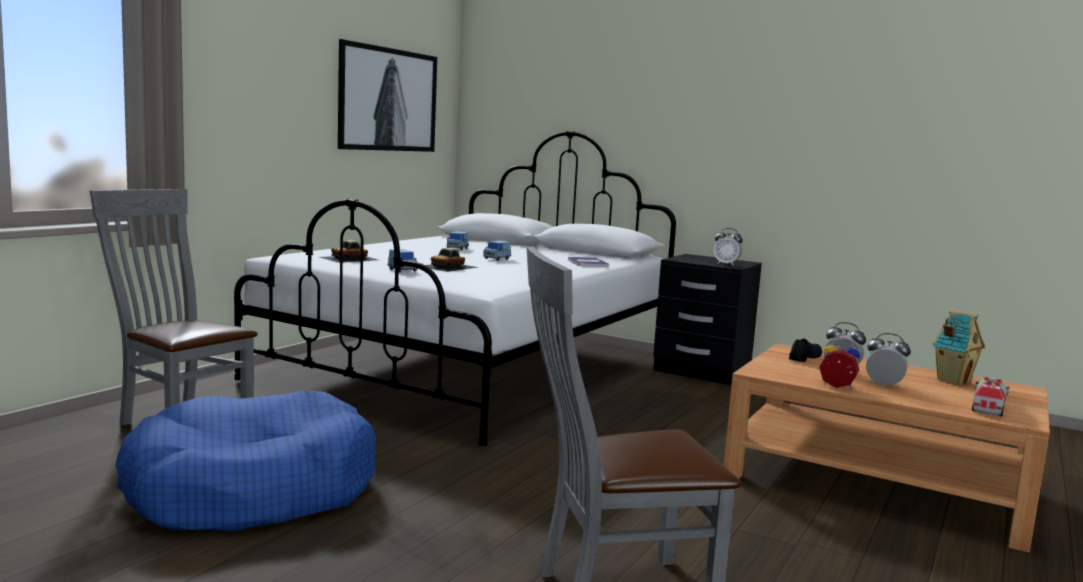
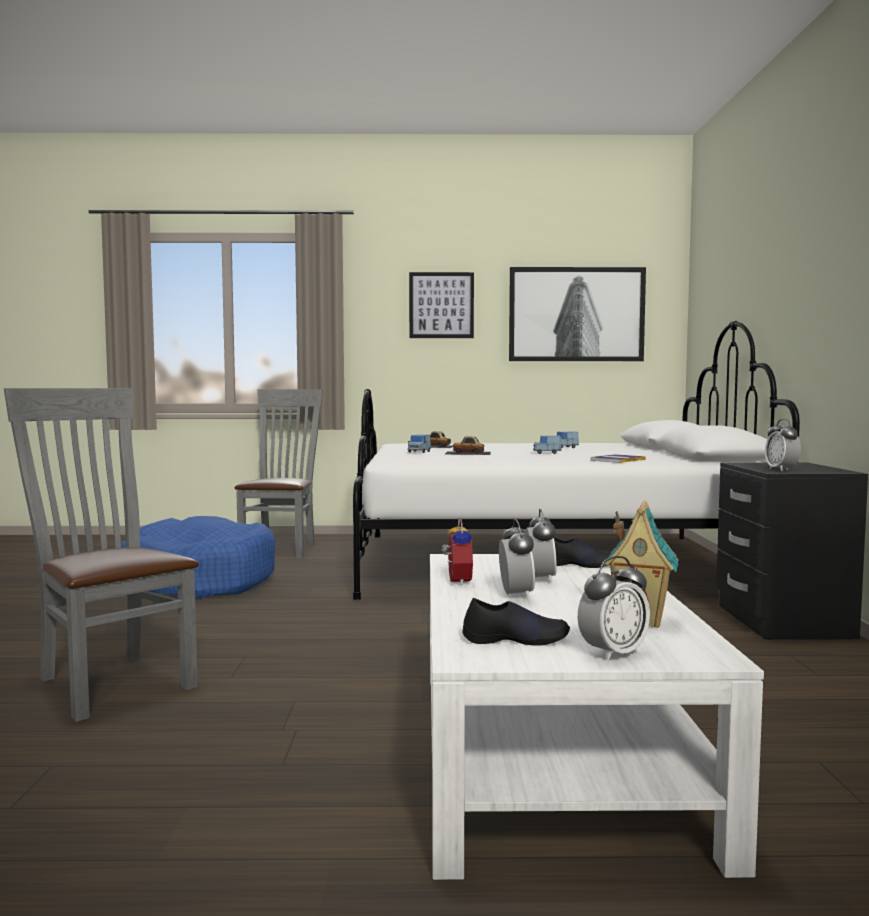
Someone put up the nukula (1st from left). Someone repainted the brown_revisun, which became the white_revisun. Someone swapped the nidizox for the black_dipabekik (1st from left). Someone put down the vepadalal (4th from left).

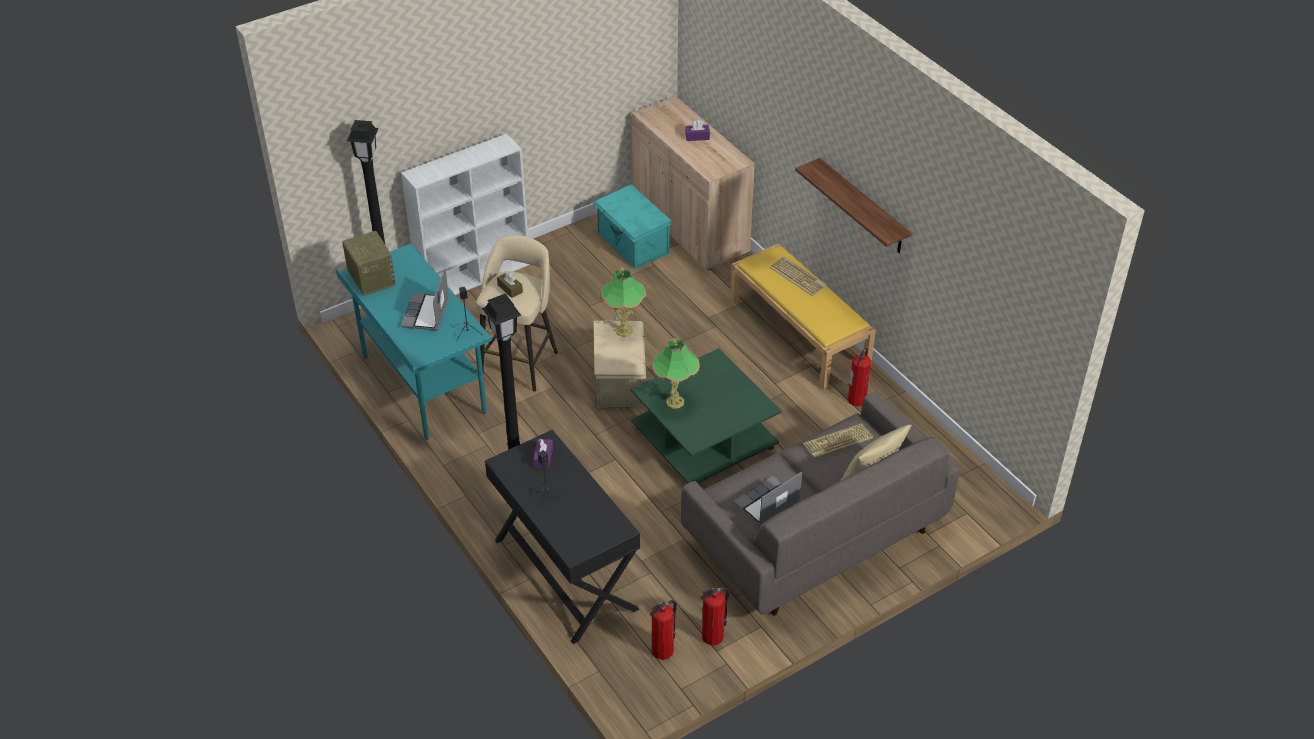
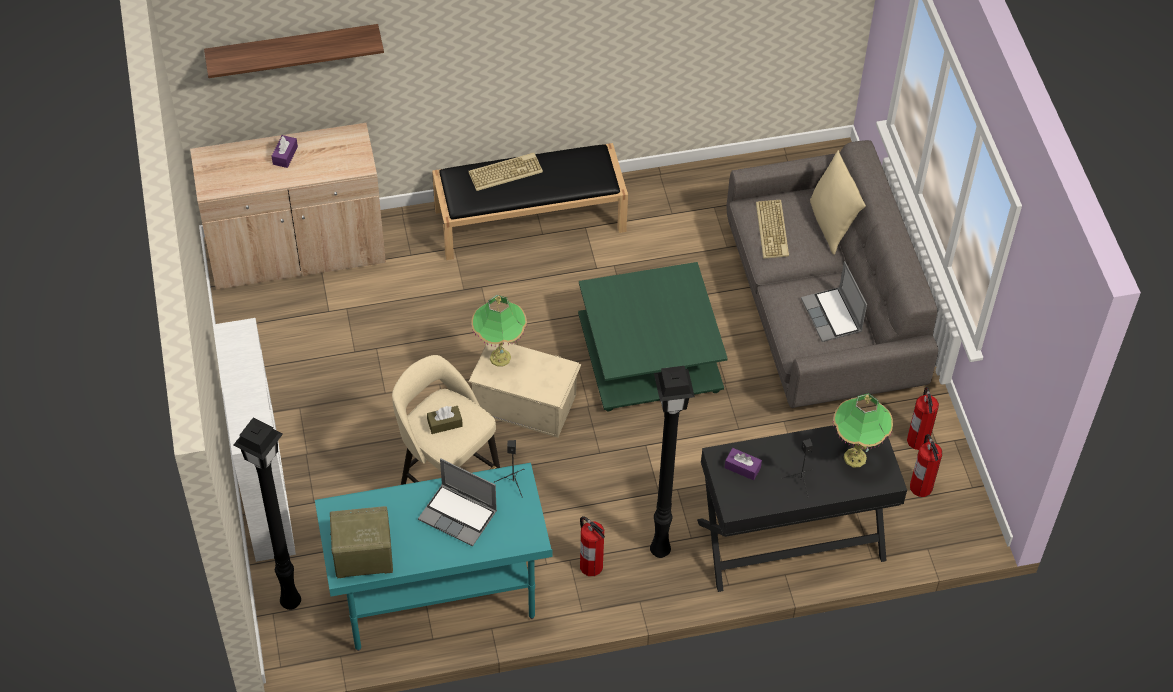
Someone carried the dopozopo. Someone repainted the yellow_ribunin, which became the black_ribunin. Someone carried the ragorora (3rd from left in the first image). Someone carried the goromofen (2nd from left). Someone took away the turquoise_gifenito.

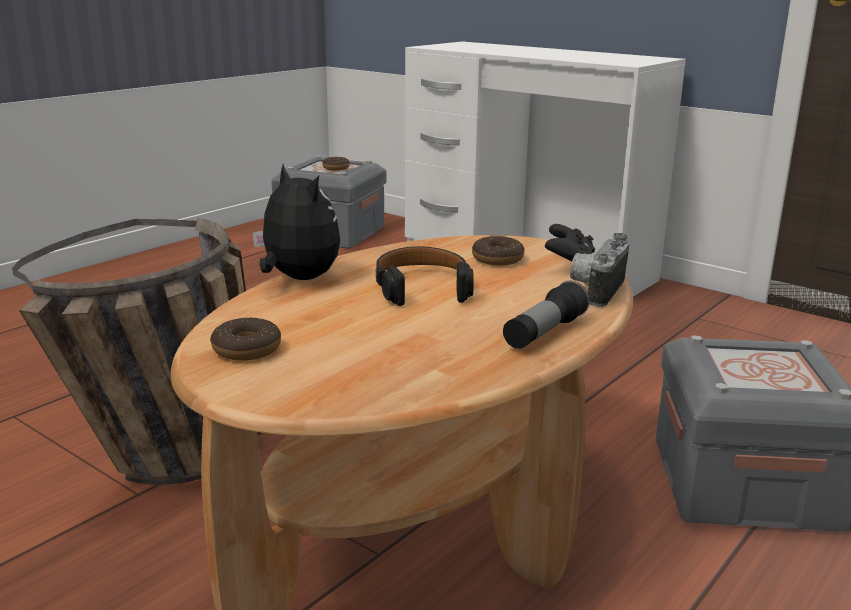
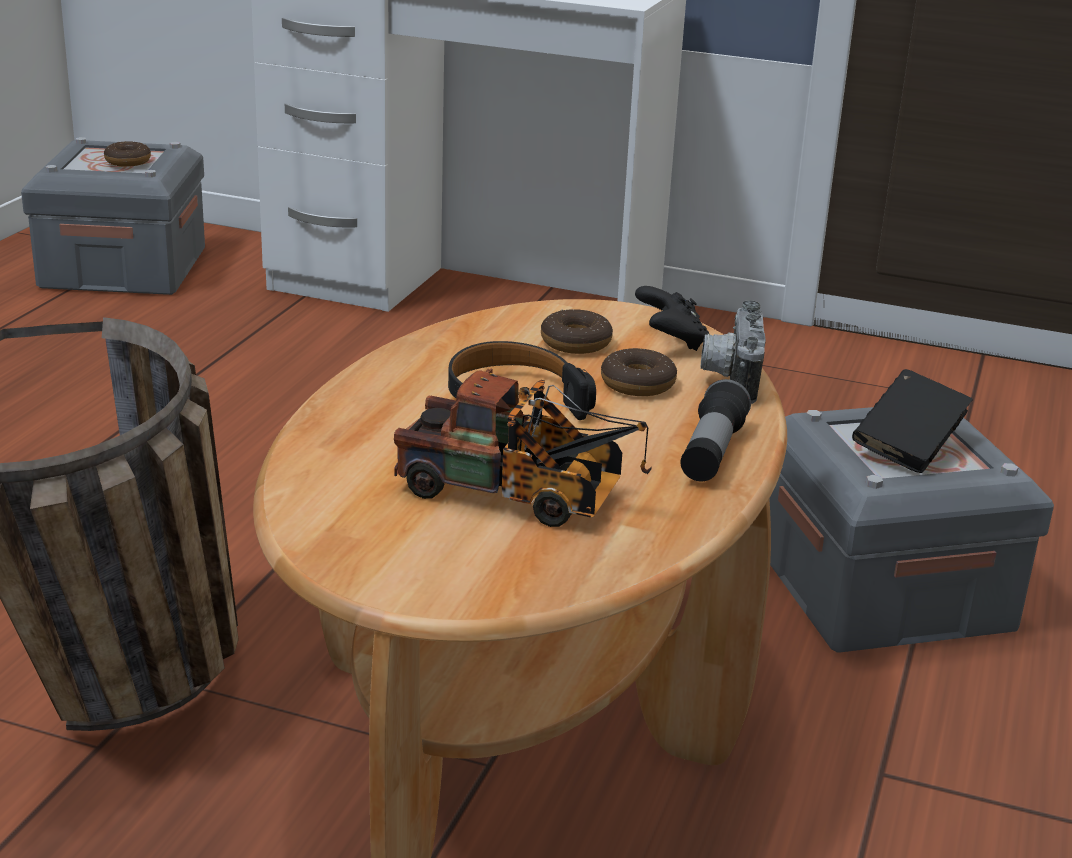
Someone put down the nidizox. Someone carried the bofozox (1st from left in the first image). Someone put down the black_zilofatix. Someone took away the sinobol.

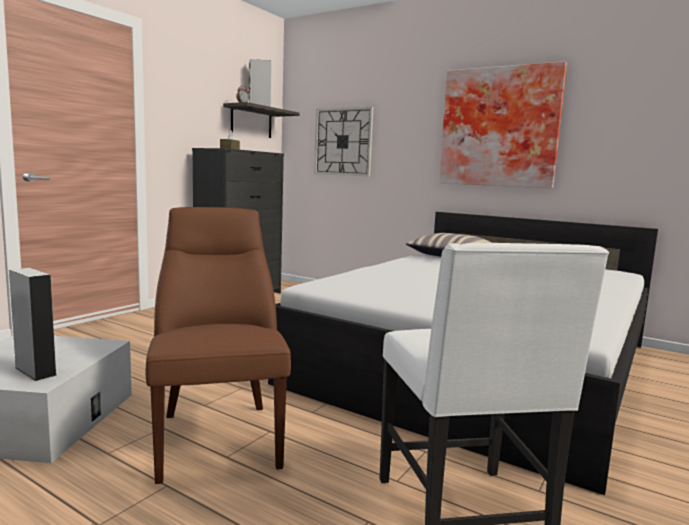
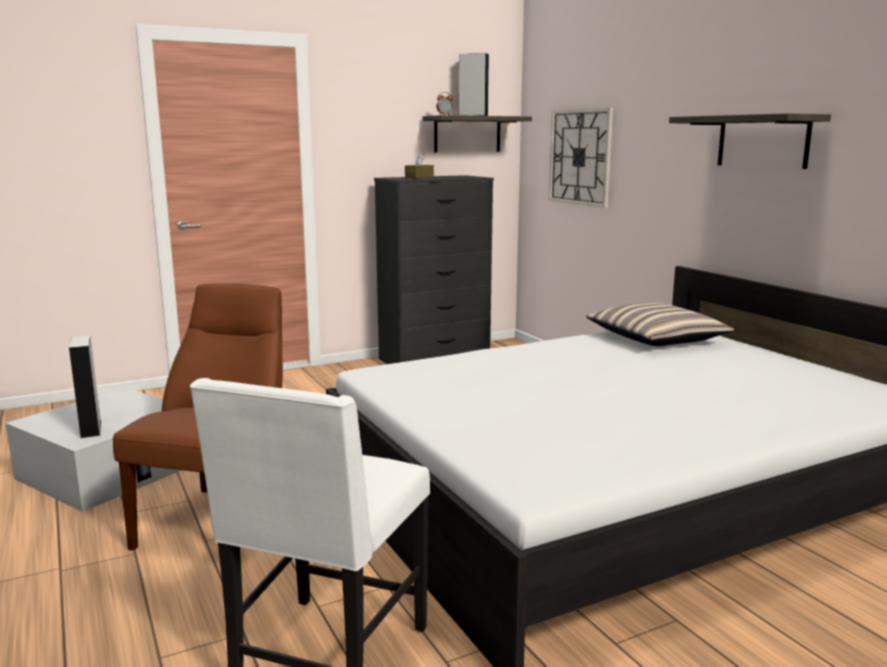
Someone swapped the nukula for the dopozopo (2nd from left).

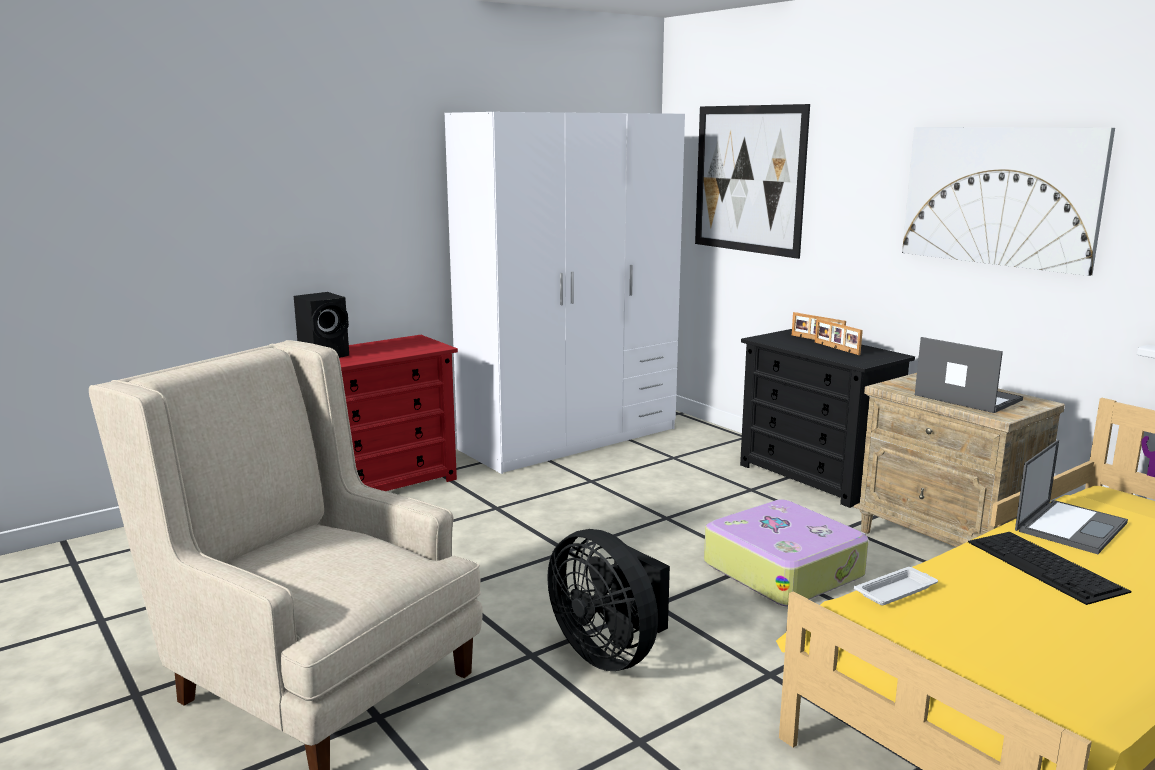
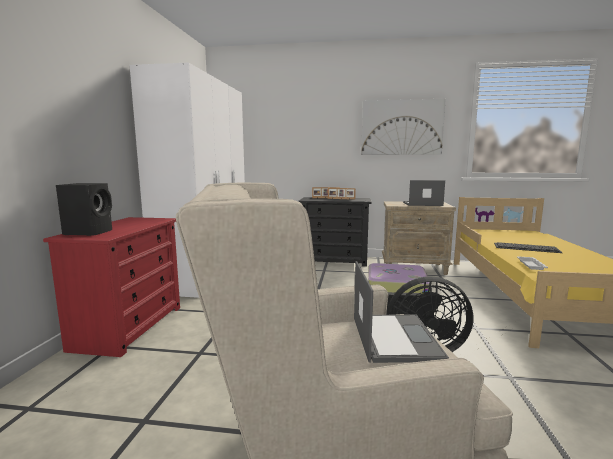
Someone carried the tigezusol (2nd from left in the first image). Someone took away the nukula (1st from left).

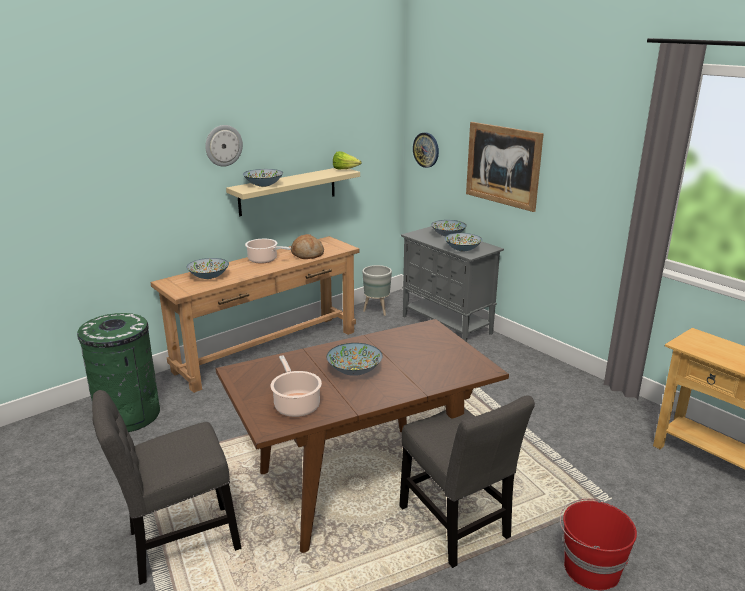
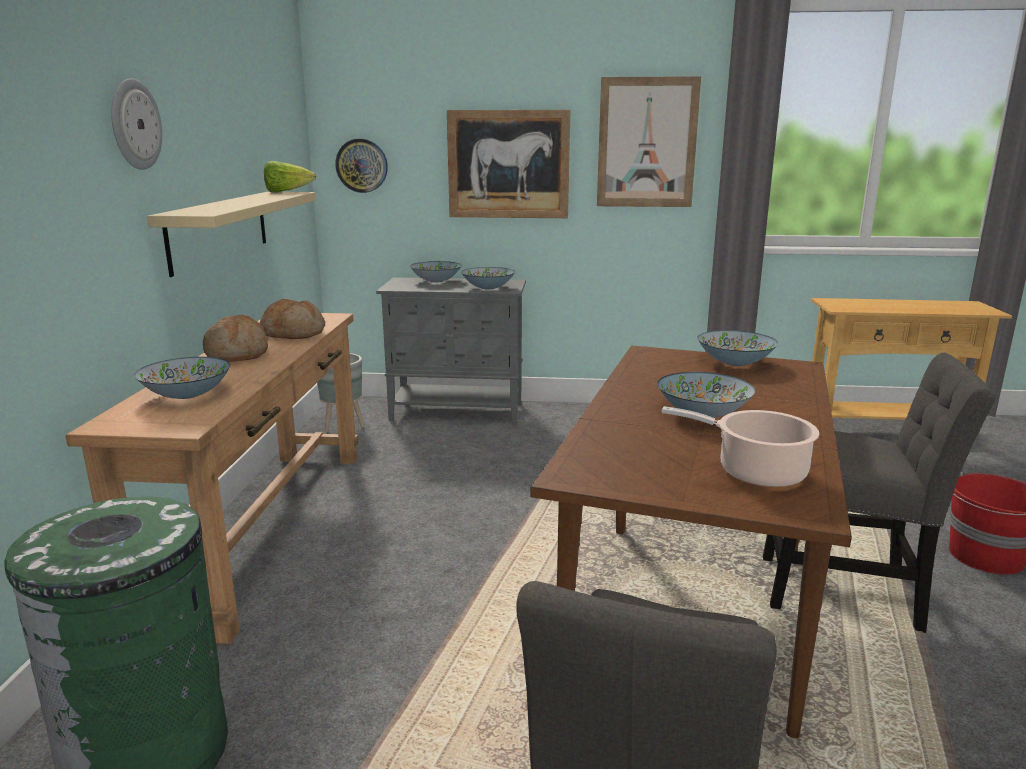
Someone swapped the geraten (1st from left) for the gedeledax (1st from left). Someone put up the nukula (2nd from left). Someone carried the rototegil (2nd from left in the first image).

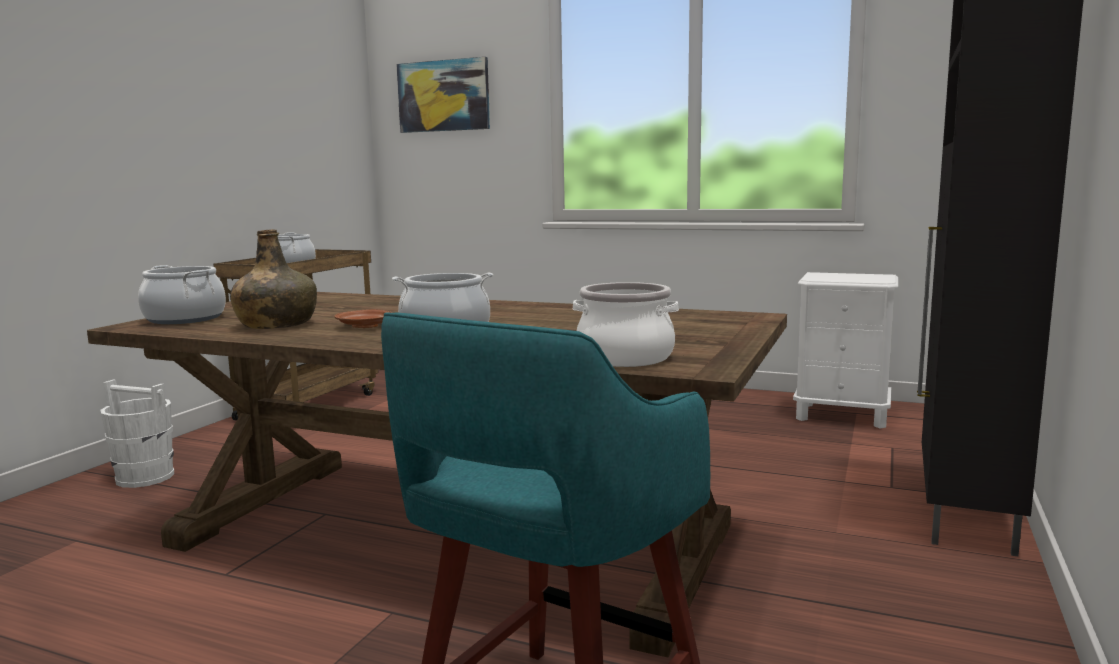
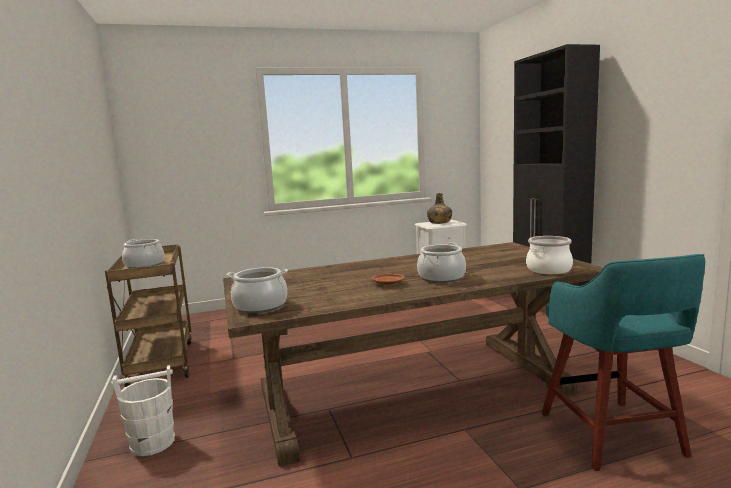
Someone carried the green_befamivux. Someone took away the nukula.

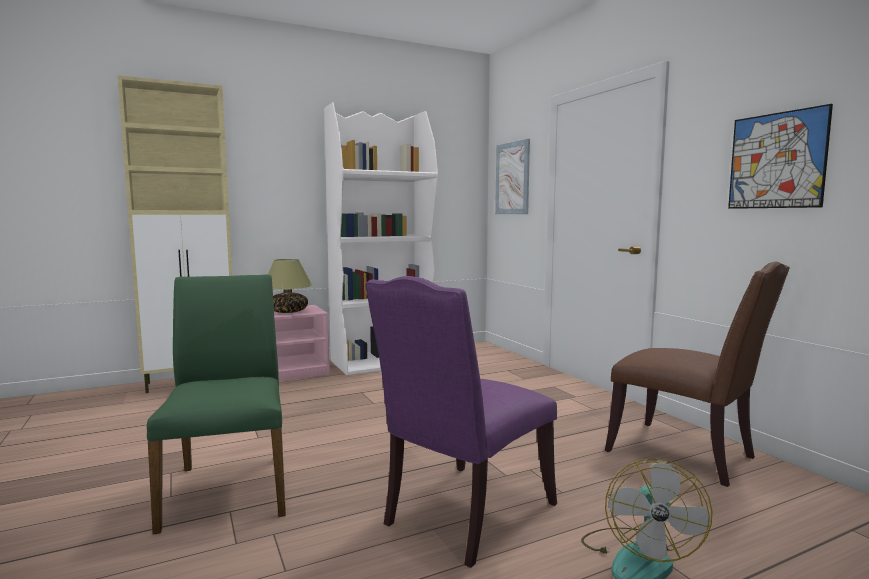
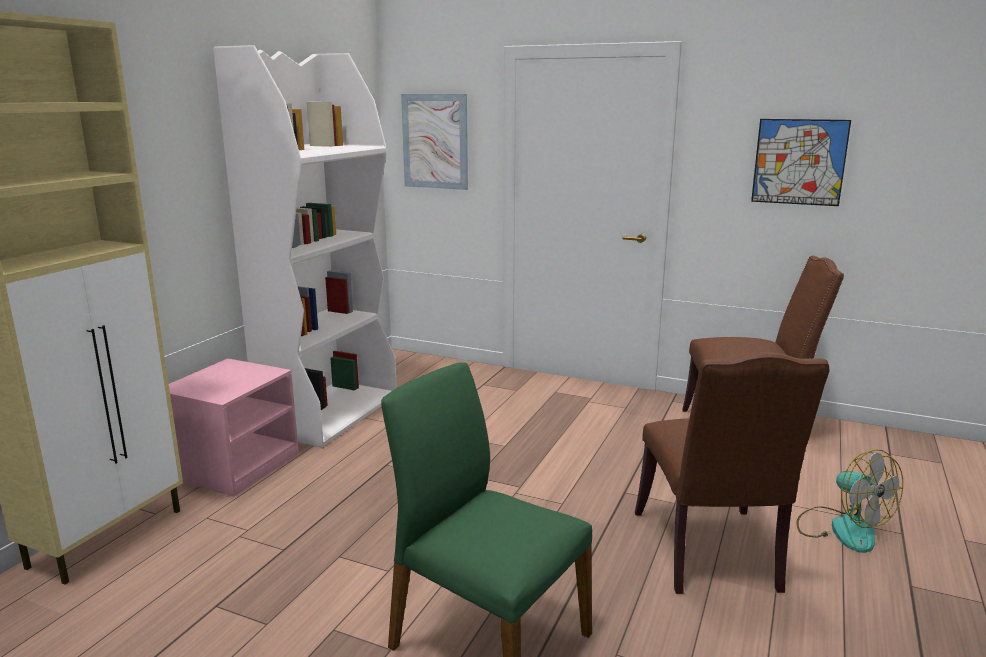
Someone repainted the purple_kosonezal, which became the brown_kosonezal (1st from left). Someone took away the goromofen.

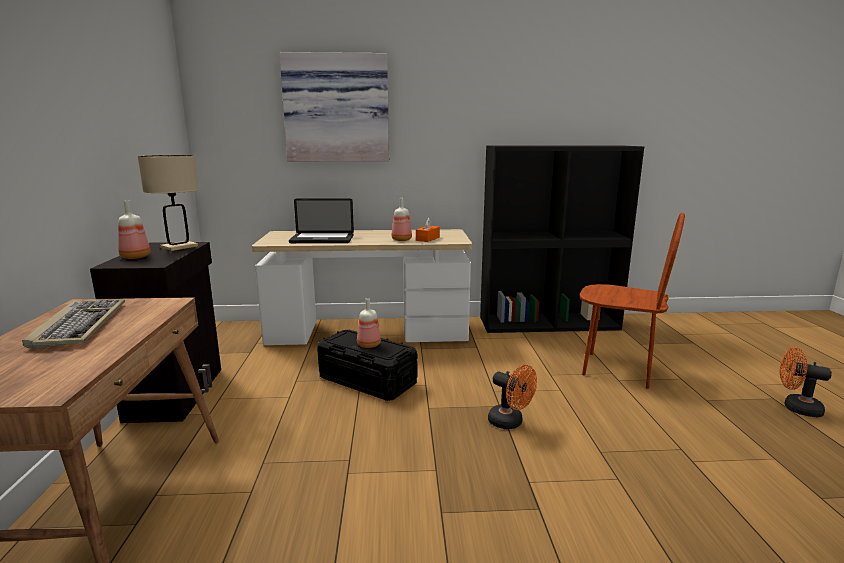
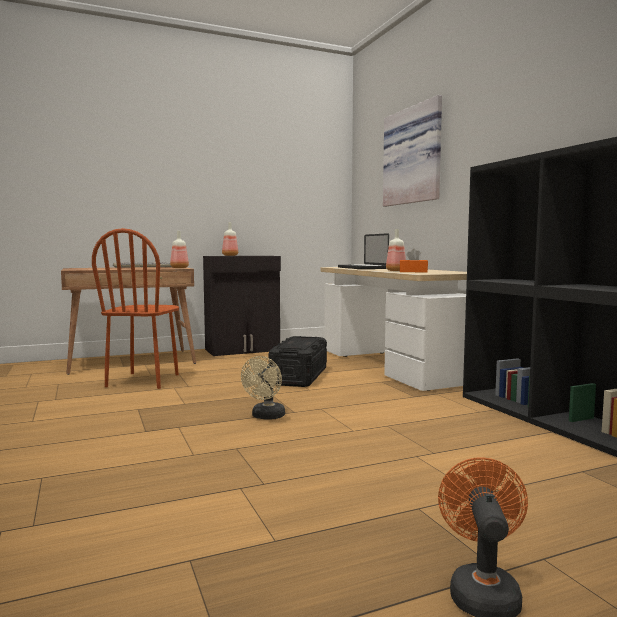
Someone carried the brown_kosonezal. Someone carried the befamivux (2nd from left in the first image). Someone repainted the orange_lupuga (1st from left), which became the beige_lupuga. Someone took away the beige_goromofen.

